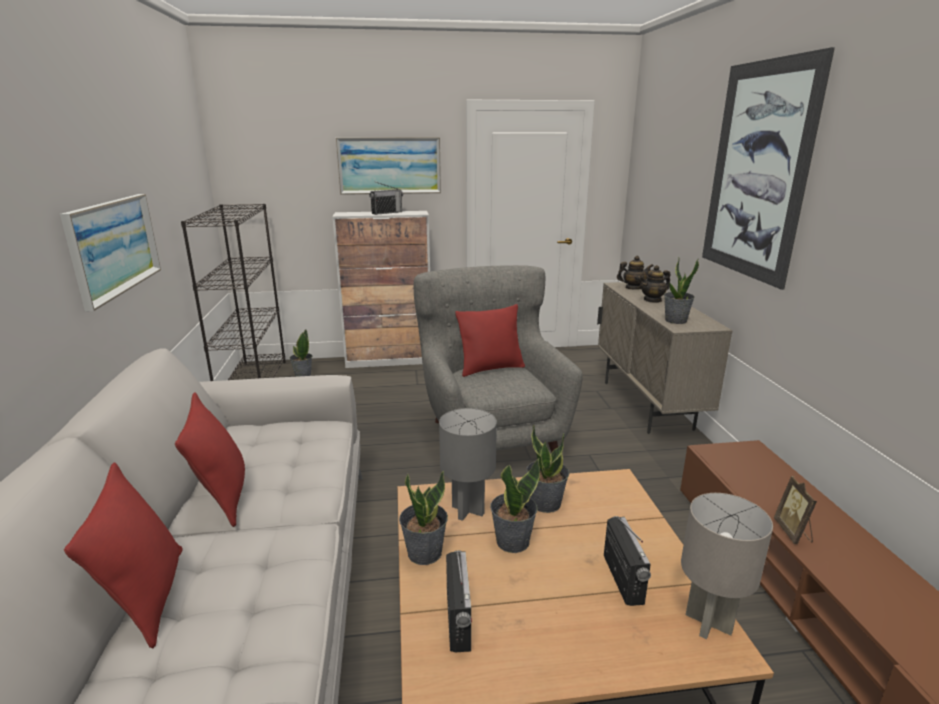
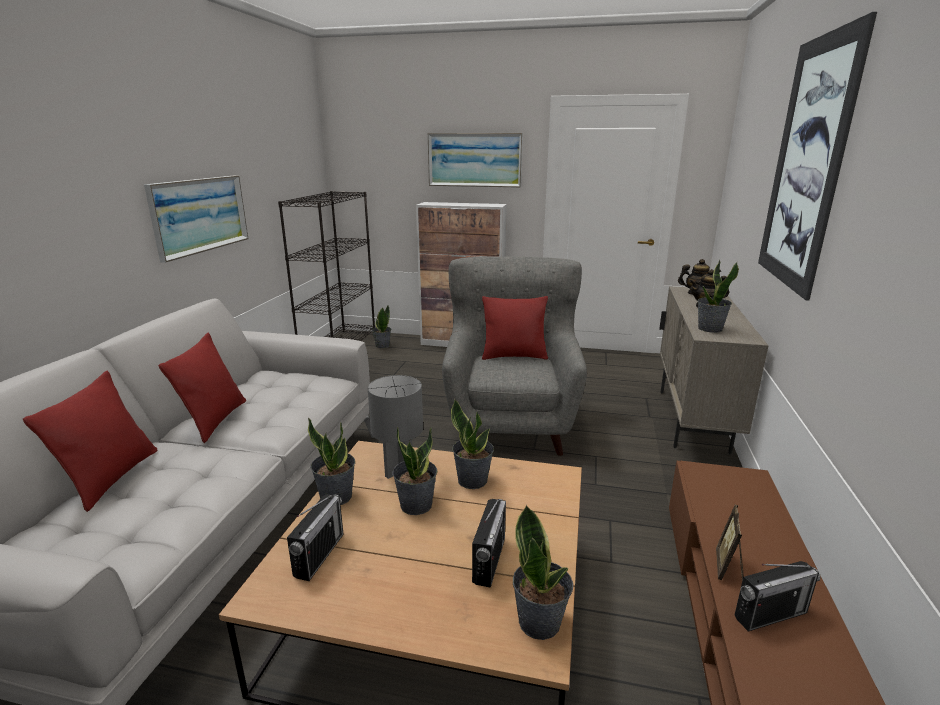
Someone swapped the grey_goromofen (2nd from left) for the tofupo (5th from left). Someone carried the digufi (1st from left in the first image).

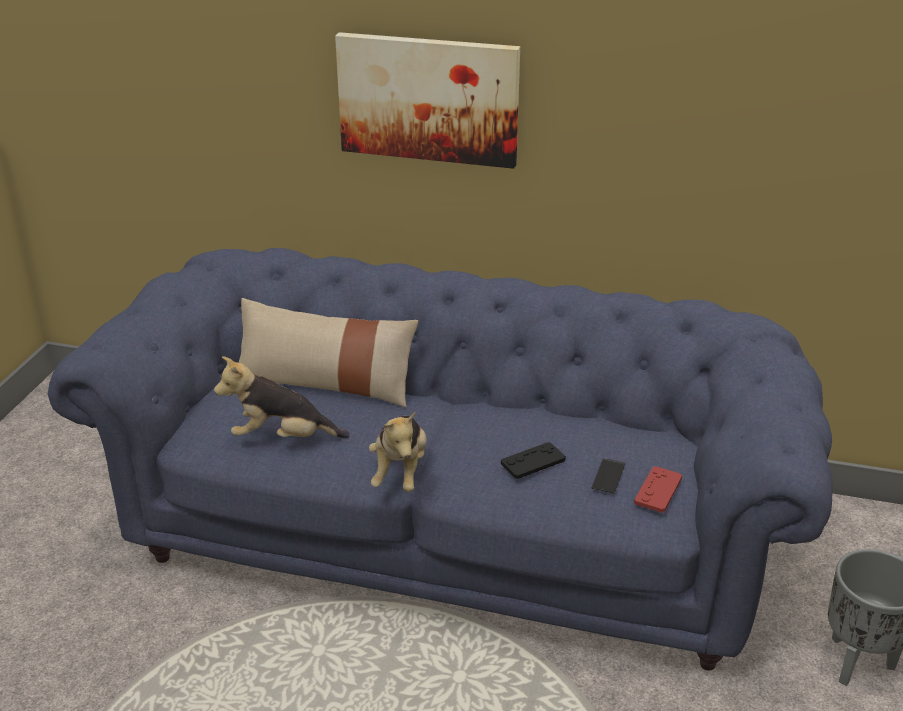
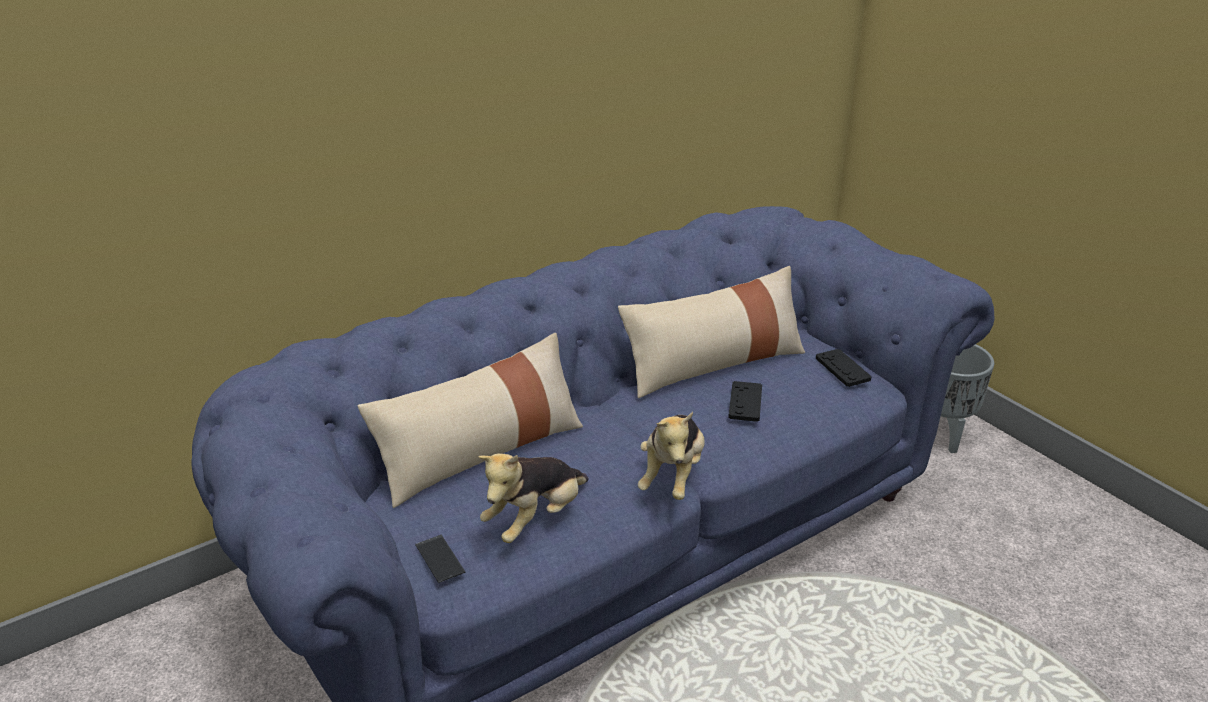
Someone carried the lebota. Someone put down the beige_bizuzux (2nd from left). Someone rotated the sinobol (2nd from left) by 60 degrees clockwise. Someone repainted the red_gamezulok, which became the black_gamezulok (2nd from left). Someone took away the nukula.

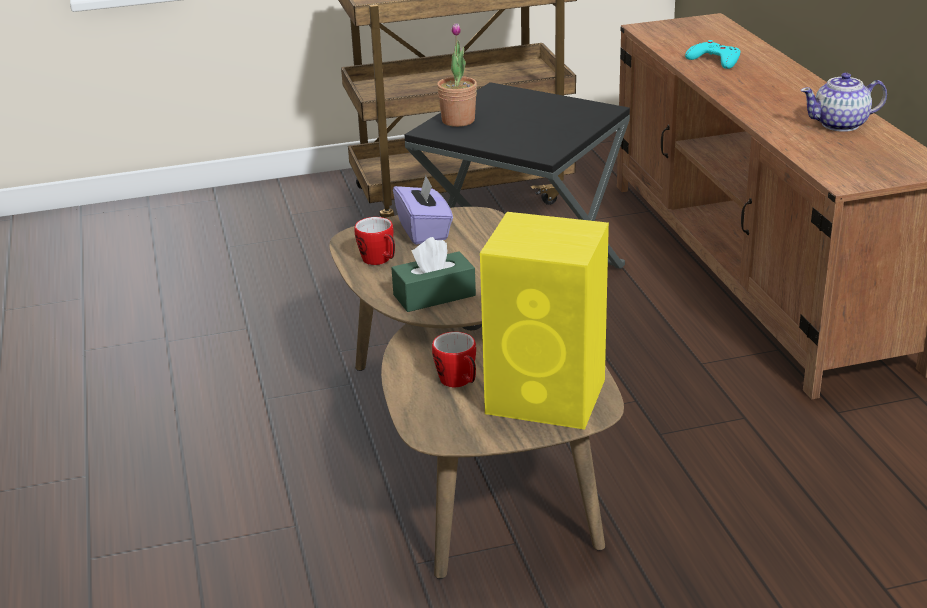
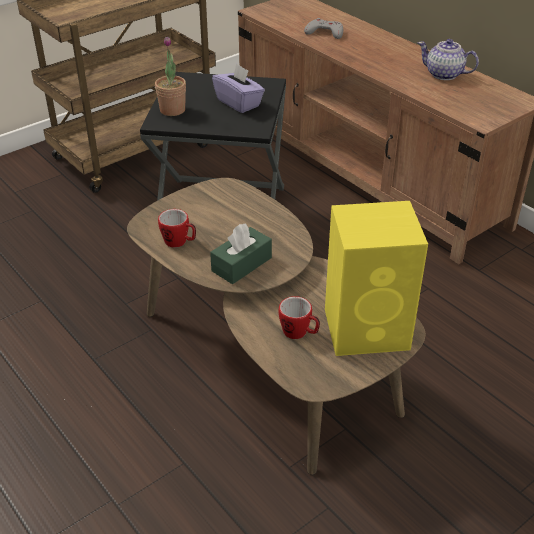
Someone carried the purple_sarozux. Someone repainted the turquoise_gamezulok, which became the grey_gamezulok. Someone rotated the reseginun by 60 degrees clockwise.

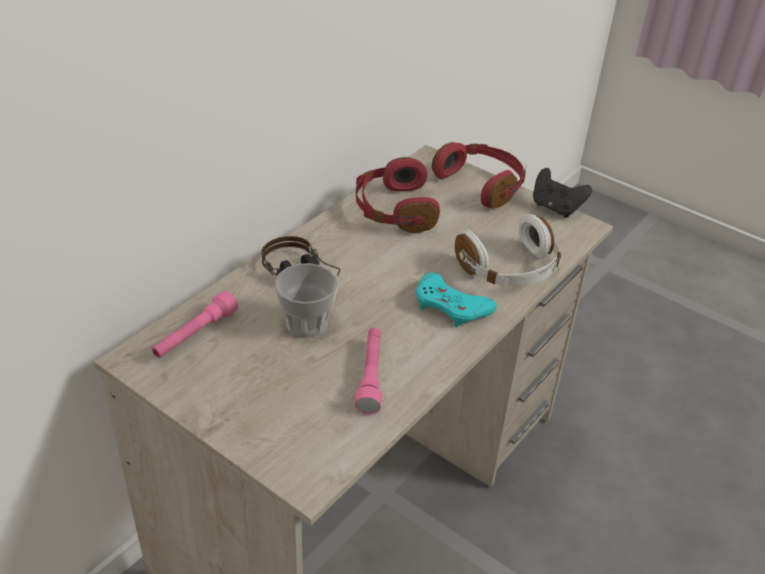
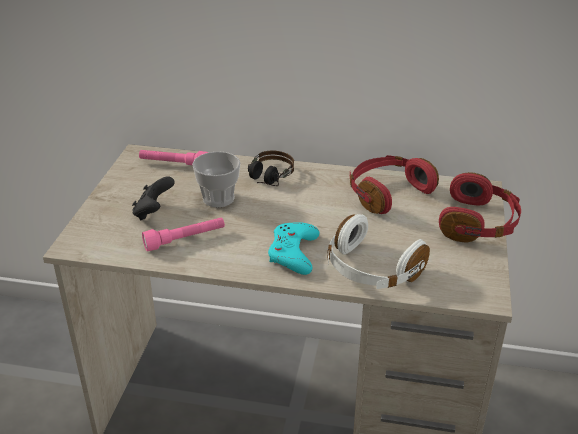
Someone carried the black_gamezulok.

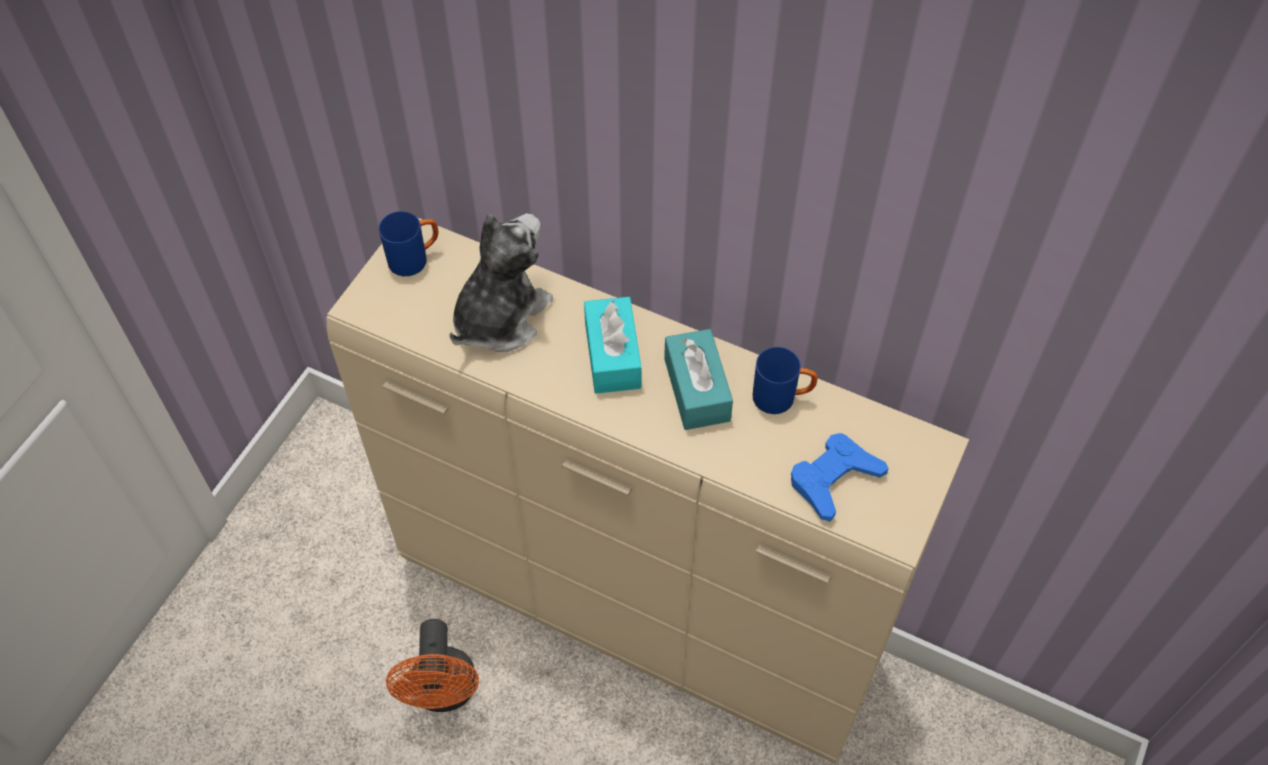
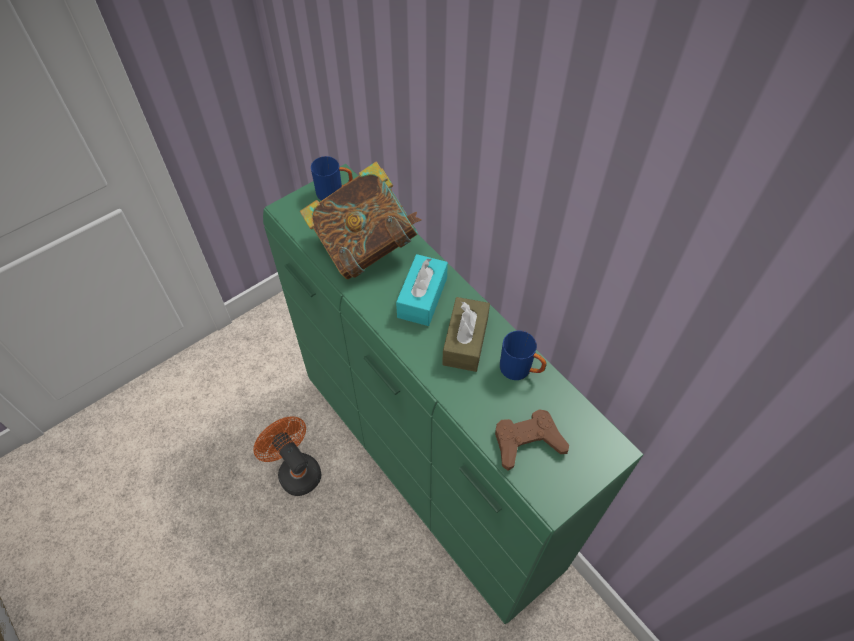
Someone rotated the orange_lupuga by 120 degrees clockwise. Someone repainted the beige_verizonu, which became the green_verizonu. Someone swapped the sinobol for the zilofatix. Someone repainted the turquoise_sarozux (2nd from left), which became the brown_sarozux. Someone repainted the blue_gamezulok, which became the brown_gamezulok.

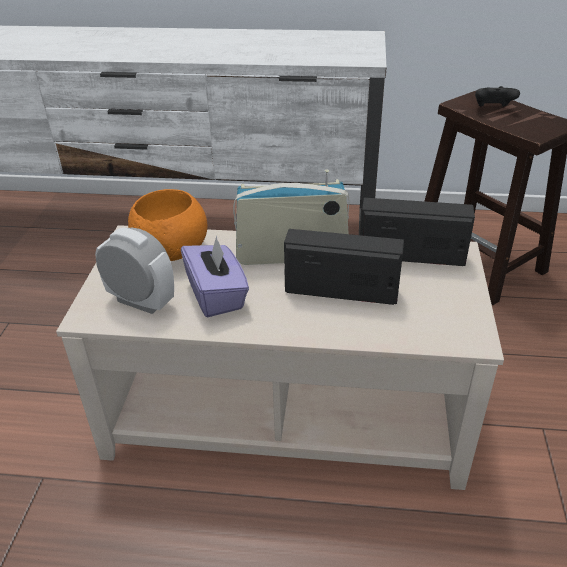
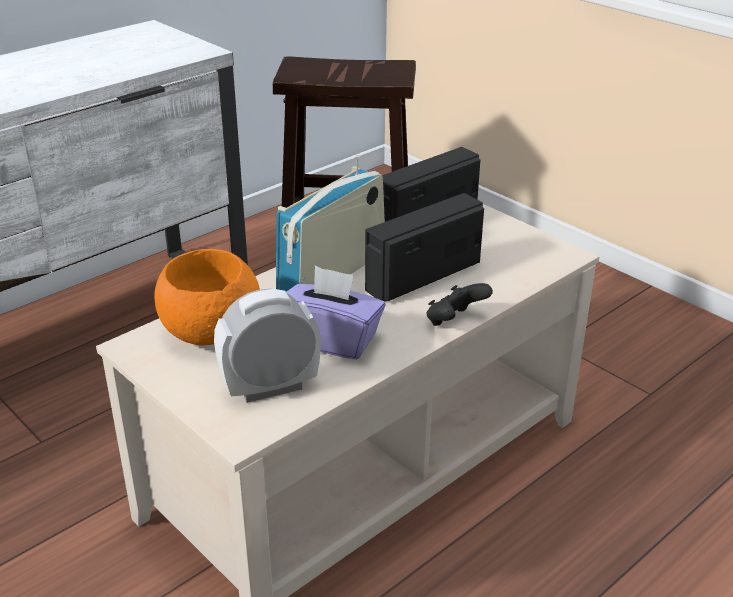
Someone carried the black_gamezulok.

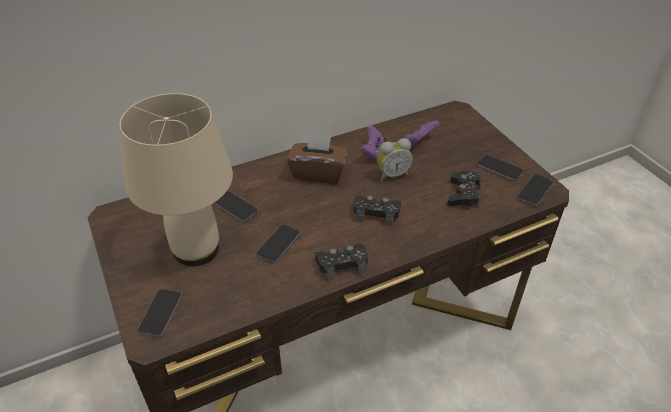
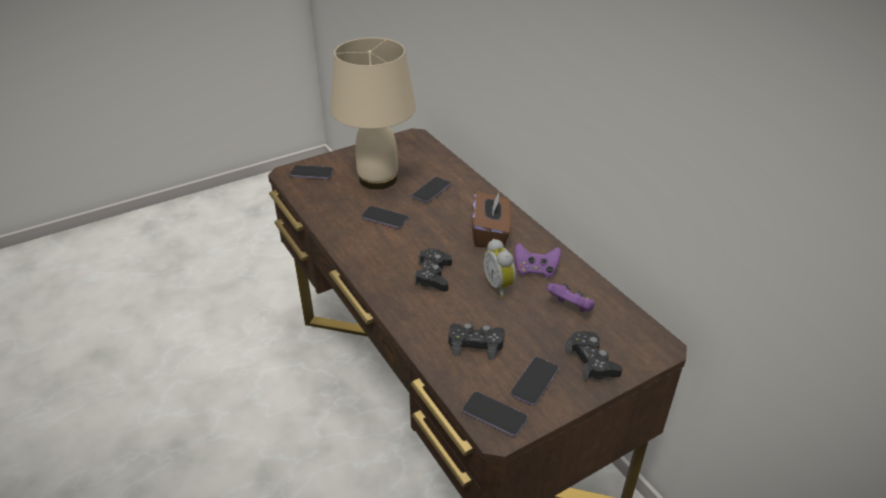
Someone carried the black_gamezulok (1st from left in the first image).

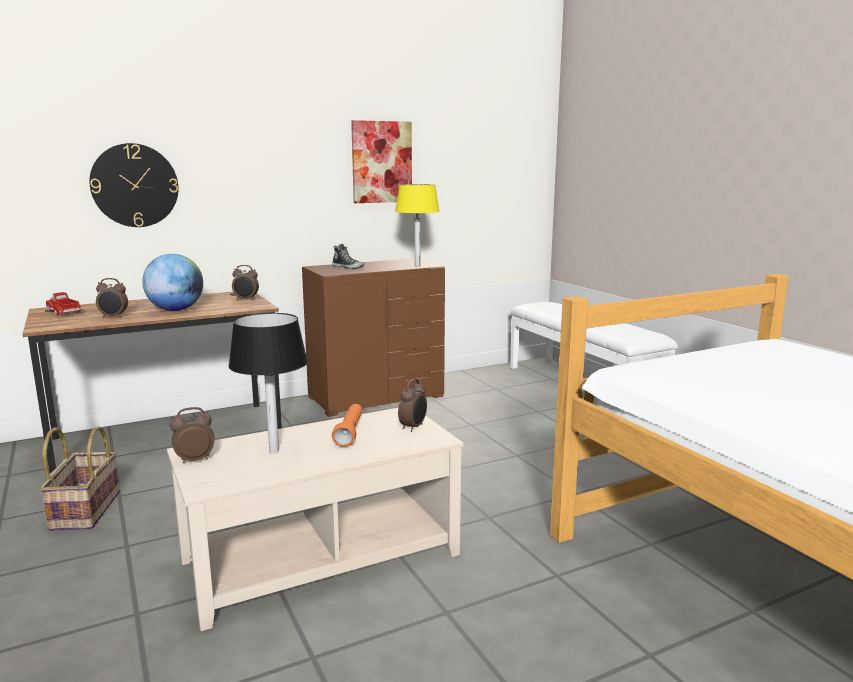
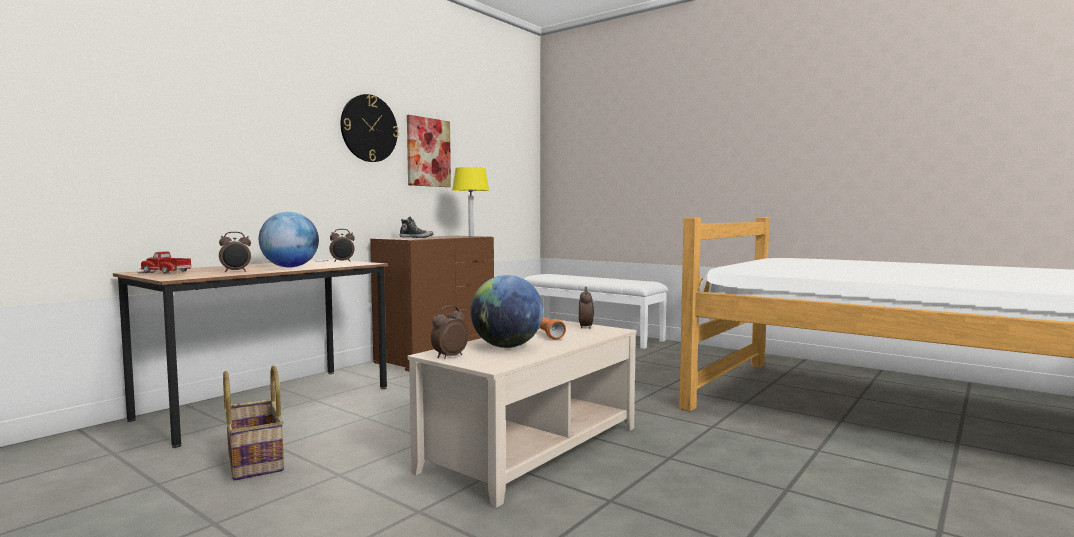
Someone carried the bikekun. Someone swapped the black_goromofen for the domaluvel (2nd from left).

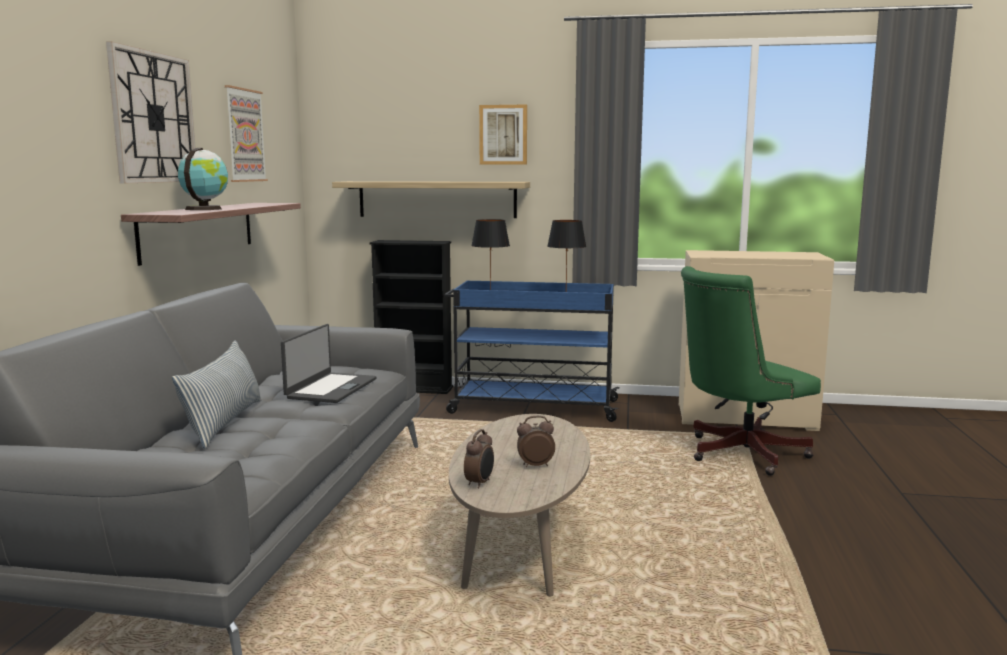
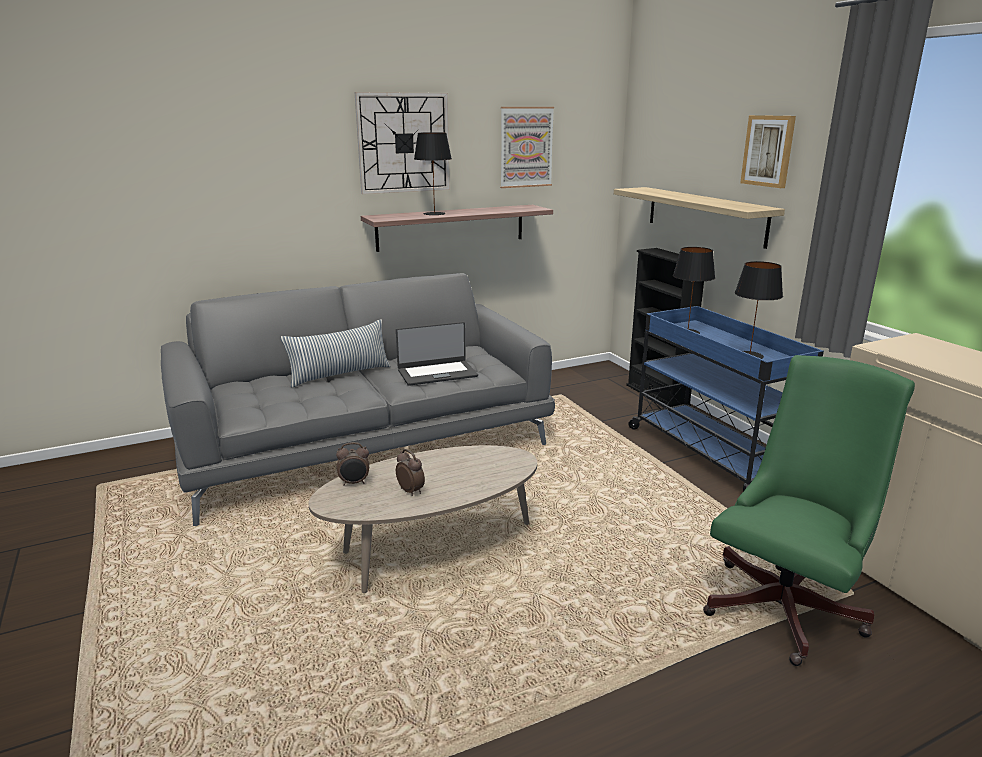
Someone swapped the domaluvel for the black_goromofen (1st from left). Someone rotated the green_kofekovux by 105 degrees clockwise.

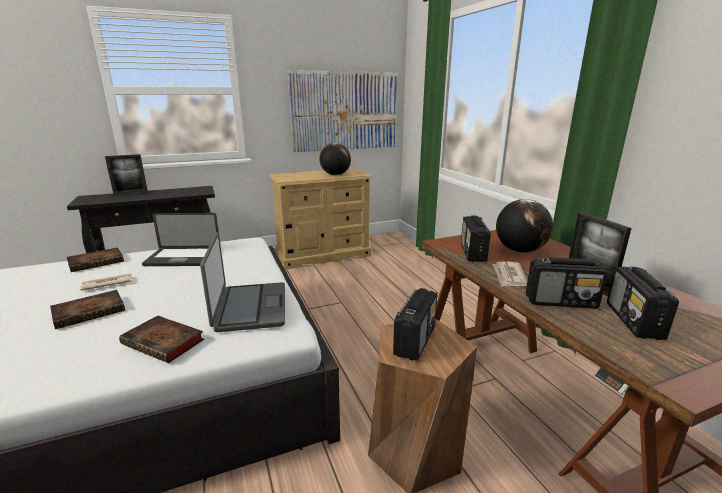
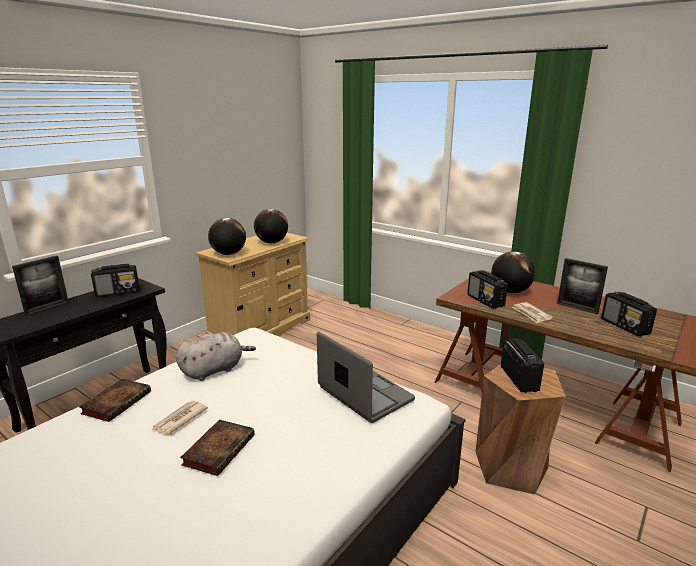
Someone carried the digufi (3rd from left in the first image). Someone swapped the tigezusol (1st from left) for the grey_sinobol. Someone put down the domaluvel (1st from left). Someone took away the zilofatix (3rd from left). Someone took away the nukula.

